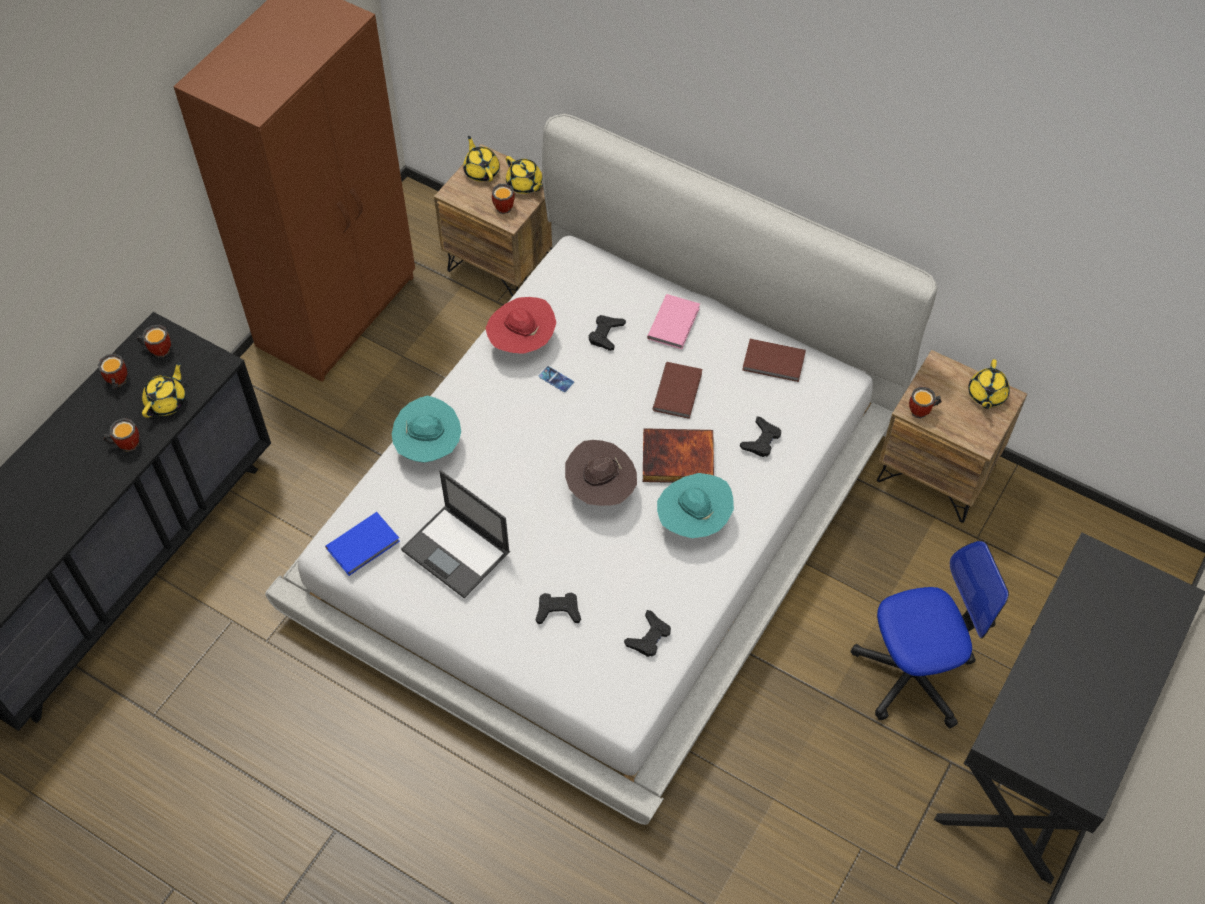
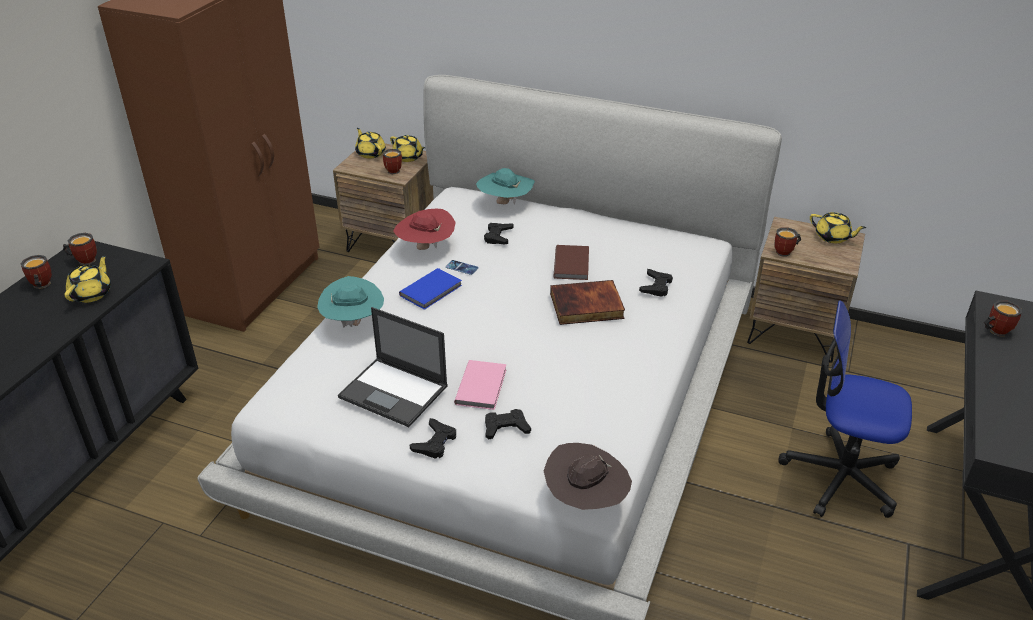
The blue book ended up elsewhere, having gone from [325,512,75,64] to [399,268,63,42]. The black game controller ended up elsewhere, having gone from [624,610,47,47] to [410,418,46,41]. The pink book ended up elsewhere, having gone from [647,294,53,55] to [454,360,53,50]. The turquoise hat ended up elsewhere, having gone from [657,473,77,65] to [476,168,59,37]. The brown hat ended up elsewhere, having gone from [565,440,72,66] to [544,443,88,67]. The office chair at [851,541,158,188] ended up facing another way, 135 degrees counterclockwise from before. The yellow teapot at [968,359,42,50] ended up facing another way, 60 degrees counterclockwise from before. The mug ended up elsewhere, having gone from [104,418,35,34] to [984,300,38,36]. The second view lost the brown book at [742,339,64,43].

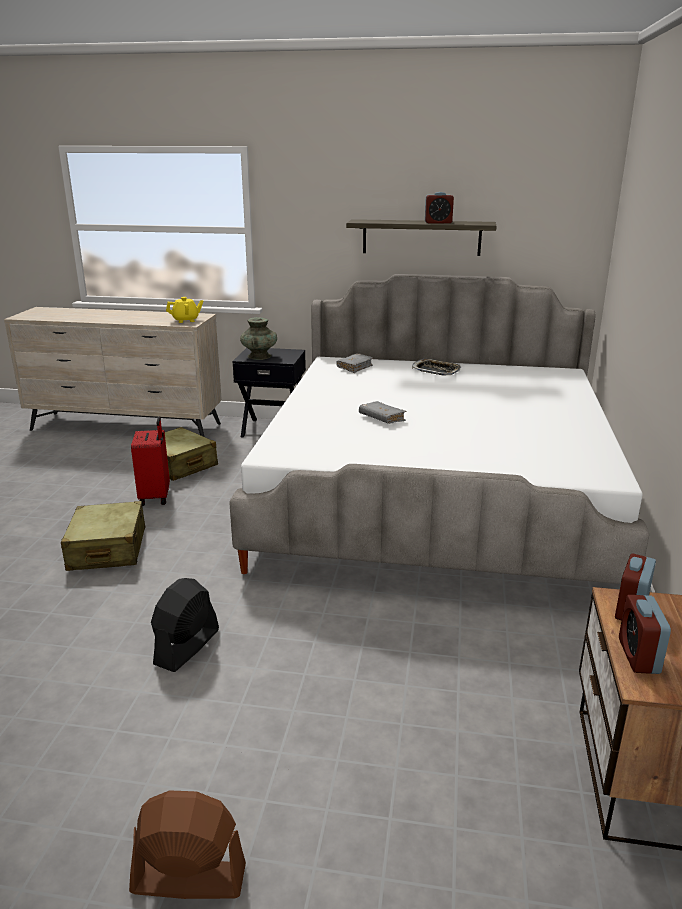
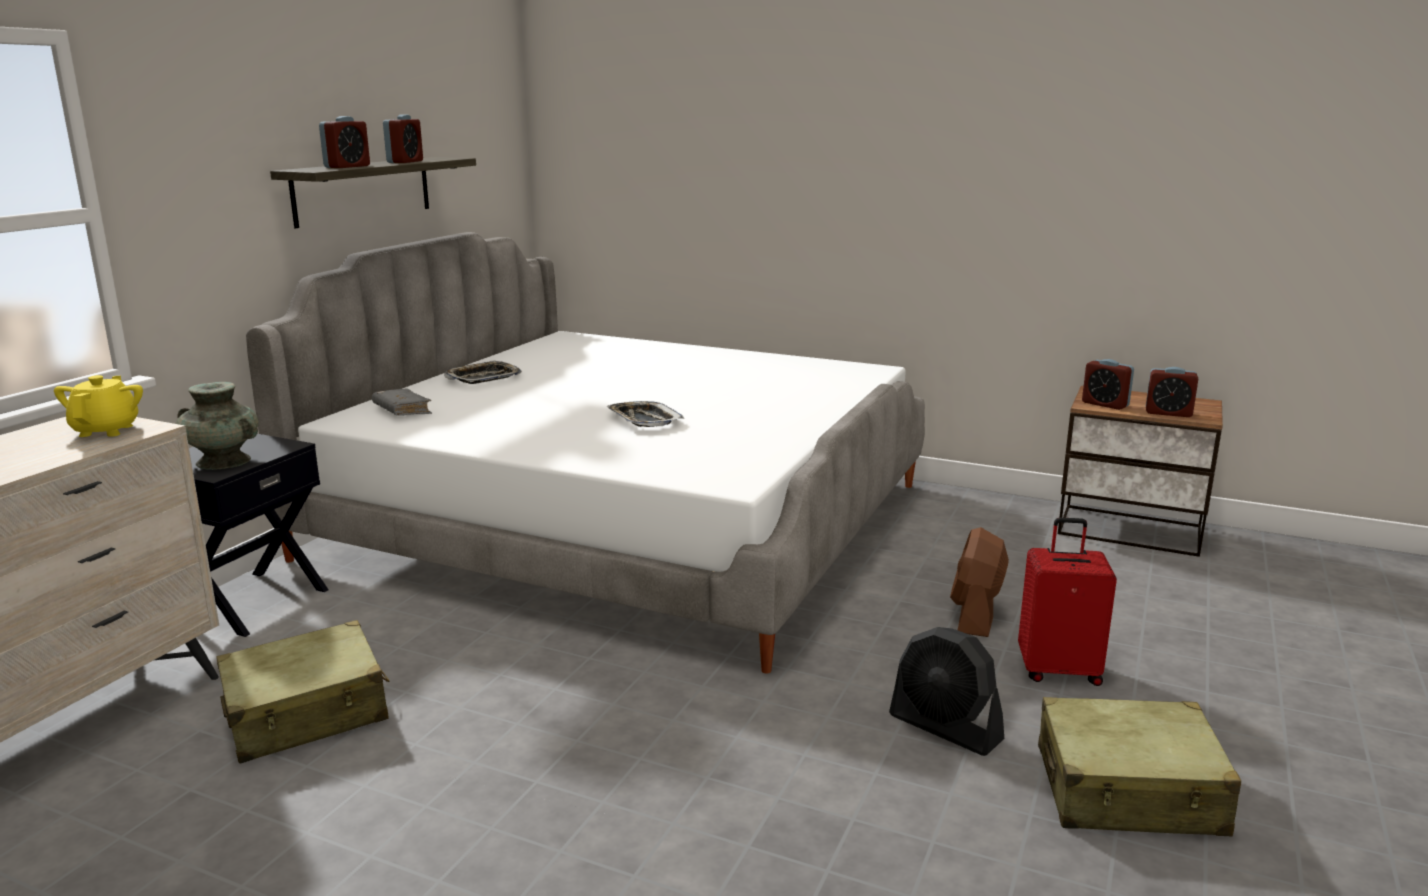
The second view gained the alarm clock at [319,116,51,52]. Where the grey book stood at [359,401,48,23], the tray came to stand at [607,401,77,26]. The brown fan ended up elsewhere, having gone from [129,790,117,109] to [950,527,59,110]. The red suitcase ended up elsewhere, having gone from [131,416,39,90] to [1018,517,99,169]. The beige suitcase ended up elsewhere, having gone from [61,501,84,70] to [1038,697,203,139].

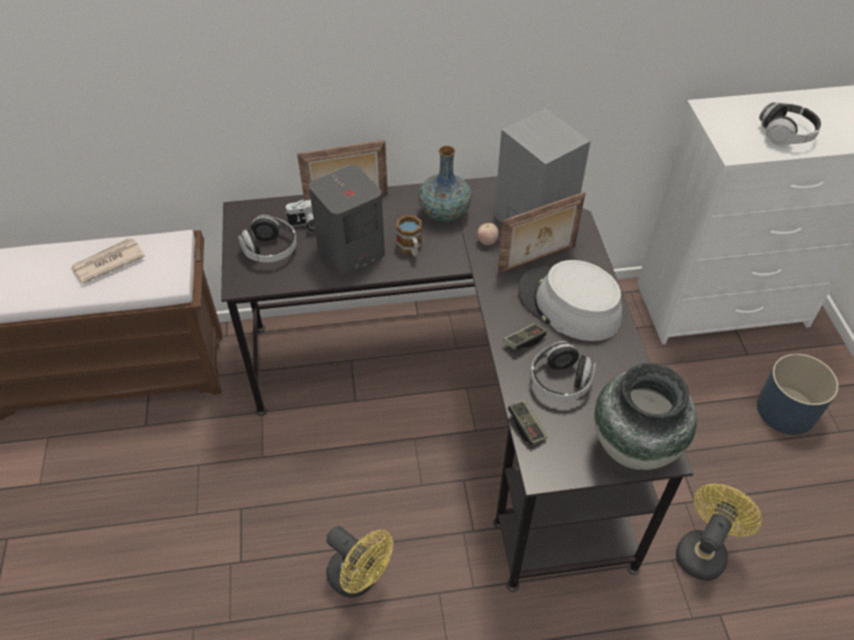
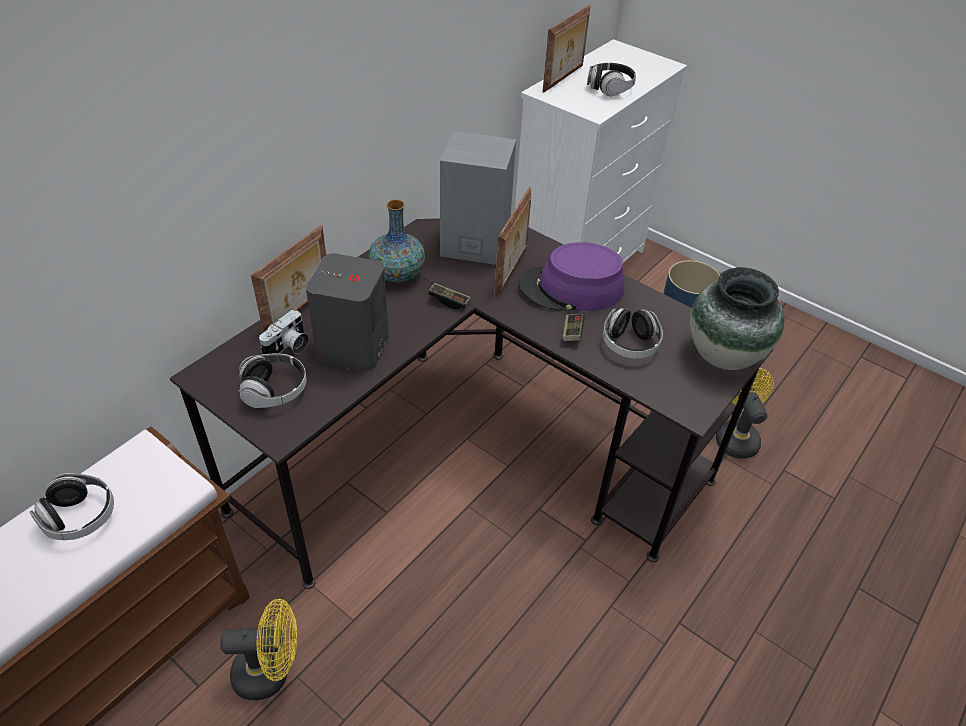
Where the newspaper stood at [70,238,75,46], the headphones came to stand at [29,473,85,67]. The yellow fan ended up elsewhere, having gone from [326,526,67,72] to [220,599,77,101]. The game controller ended up elsewhere, having gone from [508,400,40,45] to [428,283,43,26]. What was the grey hat at [518,260,104,81] turned into the purple hat at [518,242,106,69]. The second view gained the picture frame at [542,5,49,88]. The second view lost the mug at [396,215,26,42]. The second view lost the apple at [477,223,22,23].

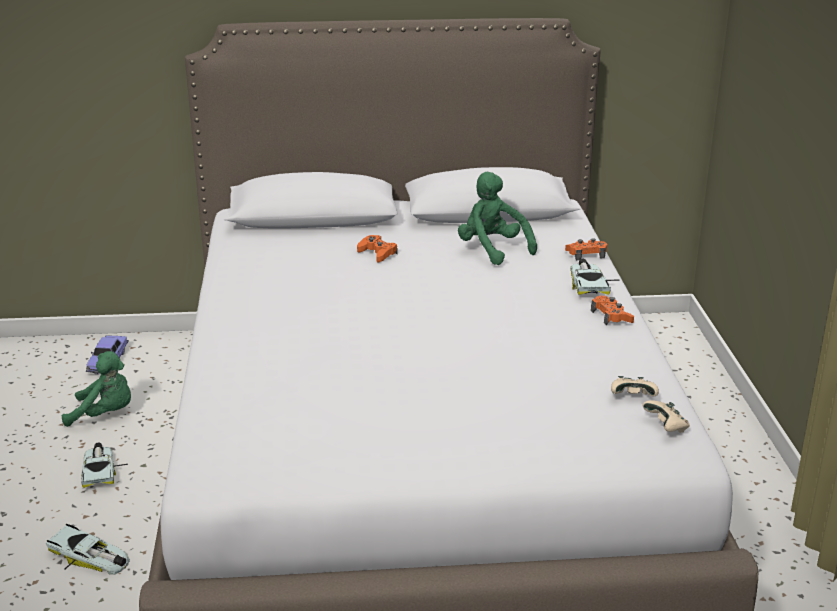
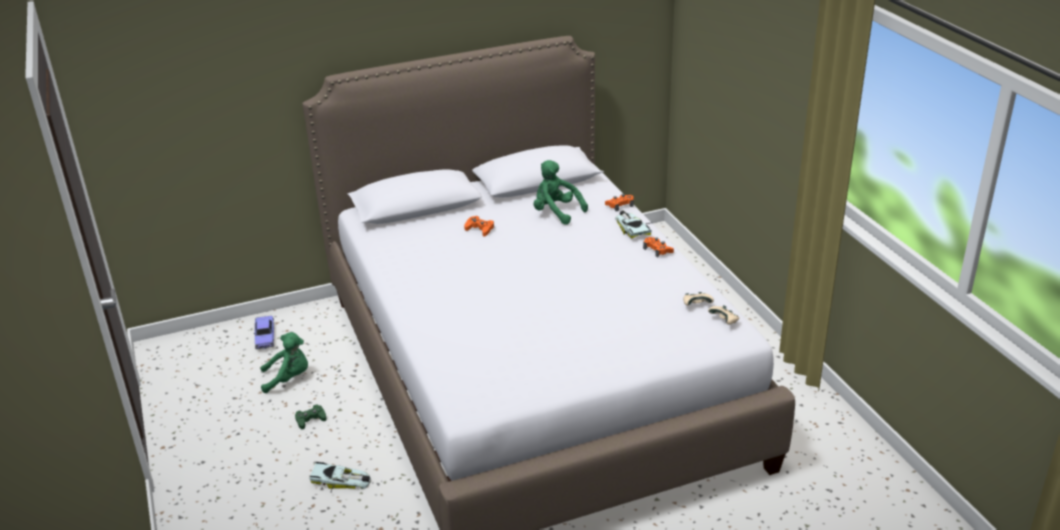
Where the toy car stood at [81,442,47,46], the green game controller came to stand at [295,404,32,25].

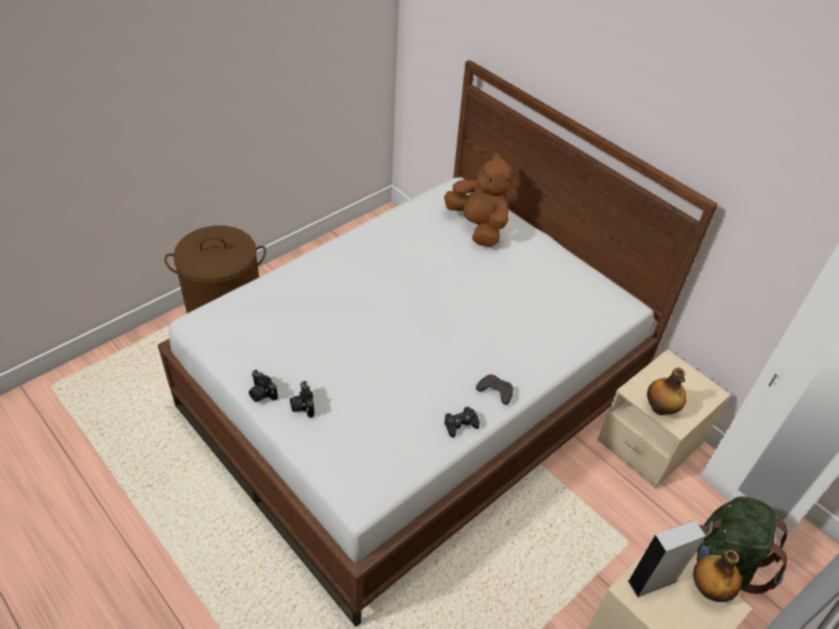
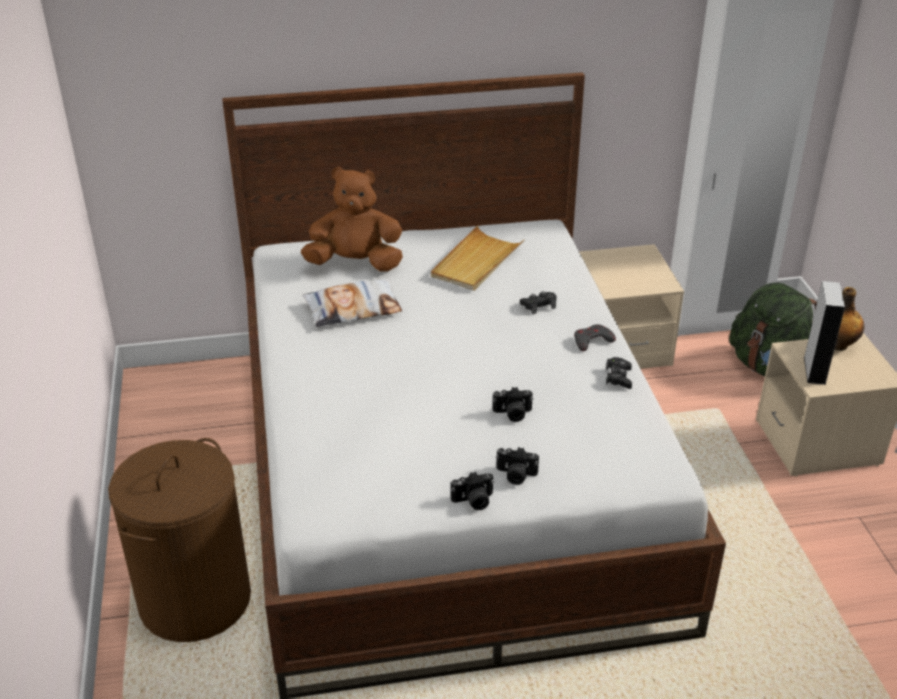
The second view gained the pillow at [302,279,100,48]. The second view gained the beige tray at [431,226,94,65]. The second view gained the photo camera at [493,387,40,35]. The second view gained the black game controller at [520,291,37,23]. The second view lost the bottle at [647,368,40,47].

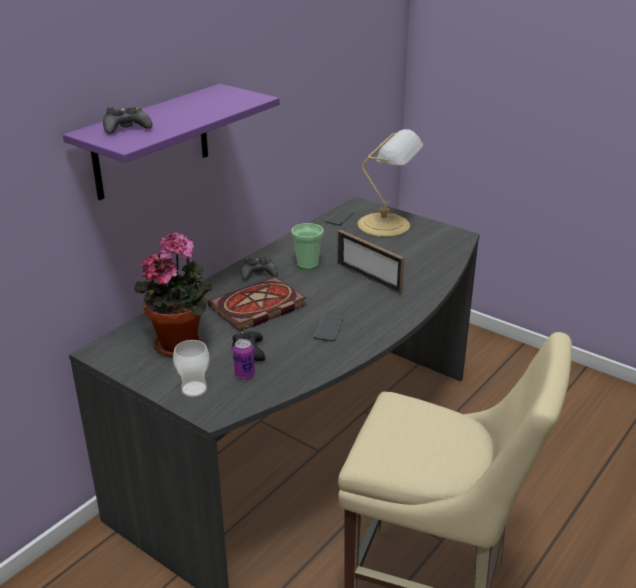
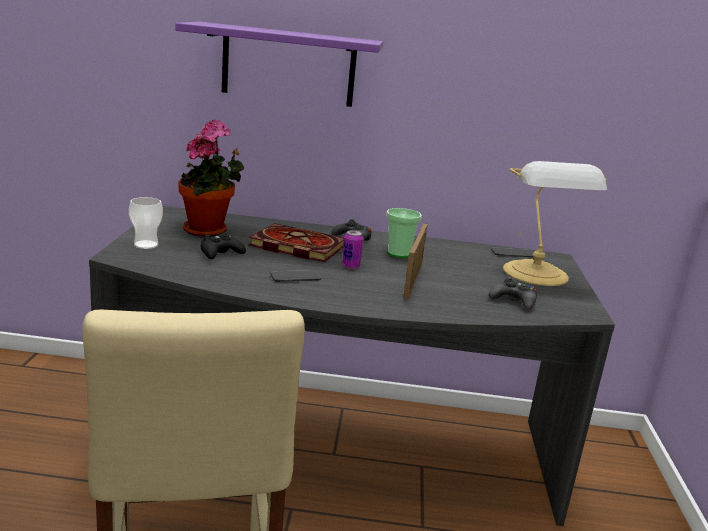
The can ended up elsewhere, having gone from [233,339,22,40] to [342,230,22,39]. The black game controller ended up elsewhere, having gone from [103,107,49,27] to [489,277,48,33].

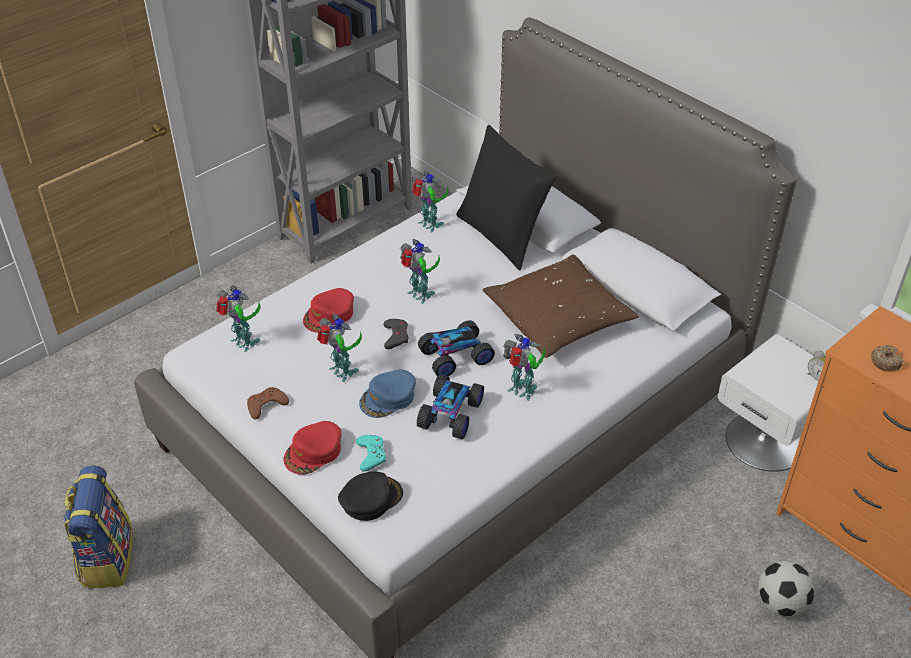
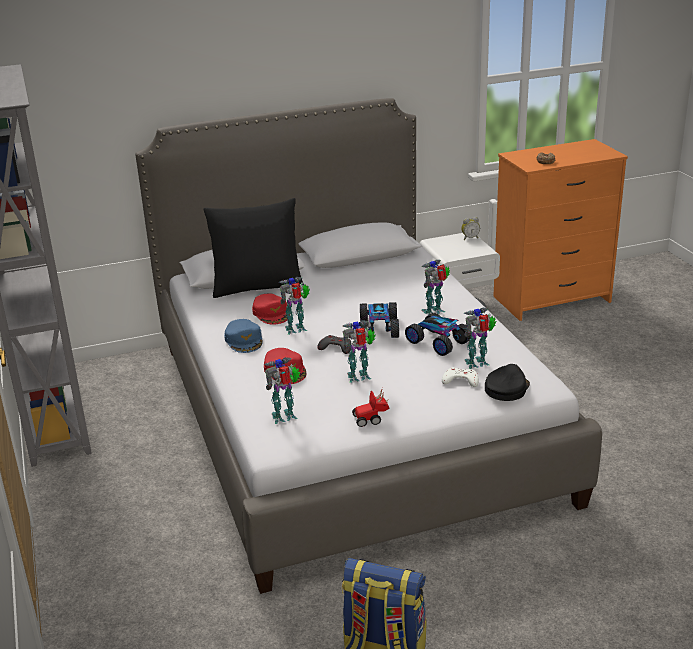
The blue cap ended up elsewhere, having gone from [359,370,57,48] to [224,319,39,34]. The red cap ended up elsewhere, having gone from [283,421,59,54] to [252,293,38,32]. Where the brown game controller stood at [247,387,42,32], the toy car came to stand at [352,388,37,39]. What was the turquoise game controller at [356,435,30,37] turned into the white game controller at [442,367,37,20]. The toy robot ended up elsewhere, having gone from [412,171,37,61] to [464,307,32,62]. The black cap at [338,471,65,50] ended up facing another way, 45 degrees clockwise from before. The second view lost the brown pillow at [482,255,157,103]. The second view lost the football at [758,561,56,56].

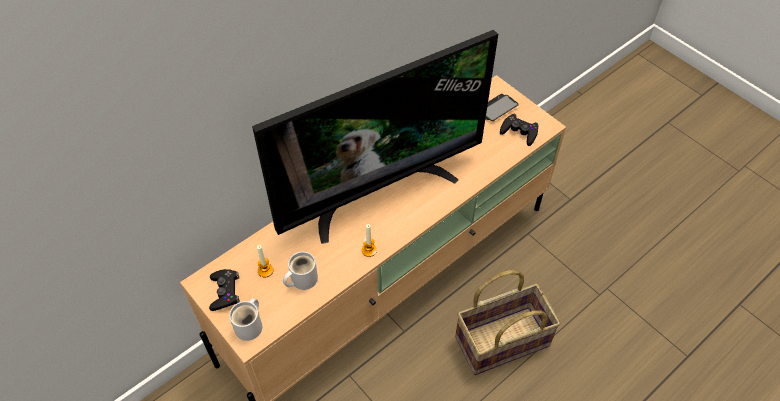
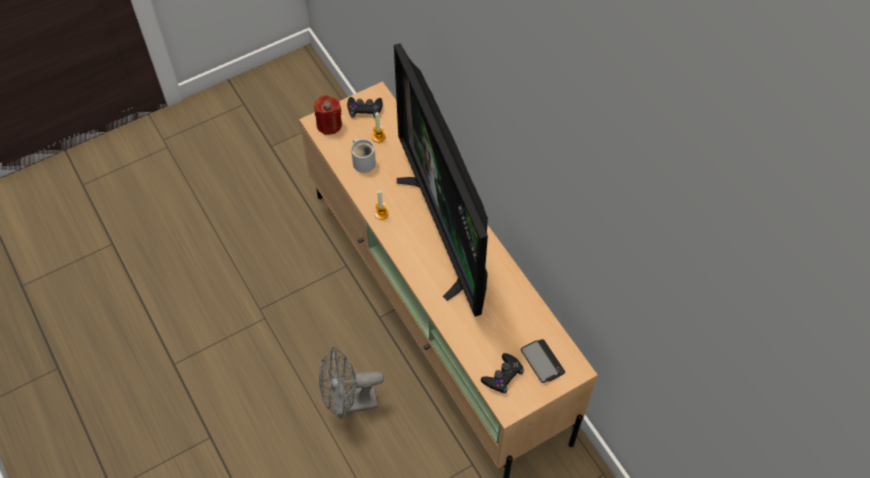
Where the white mug stood at [229,298,33,43], the red candle came to stand at [314,95,28,40]. Where the basket stood at [455,270,106,105], the grey fan came to stand at [319,347,65,72].

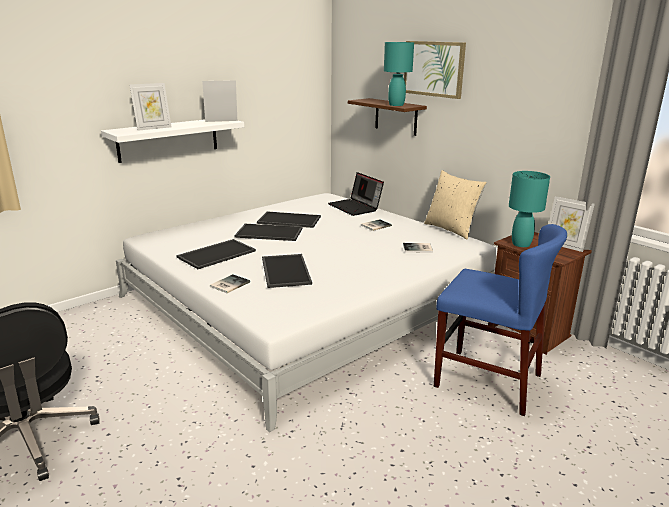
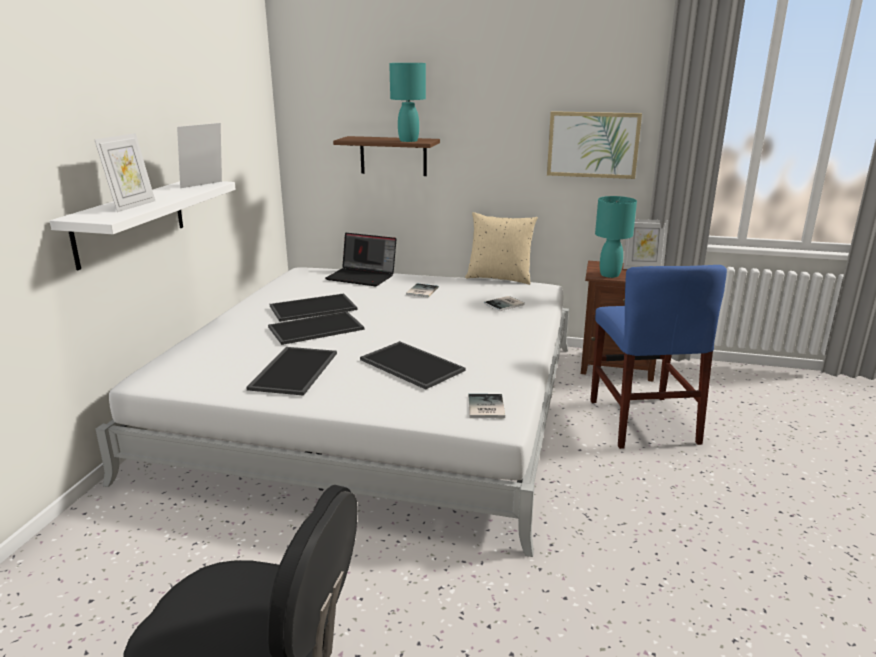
The book ended up elsewhere, having gone from [210,274,40,19] to [468,394,37,24]. The picture ended up elsewhere, having gone from [404,41,62,58] to [547,111,95,68]. The blue chair at [434,224,133,192] ended up facing another way, 90 degrees clockwise from before.

